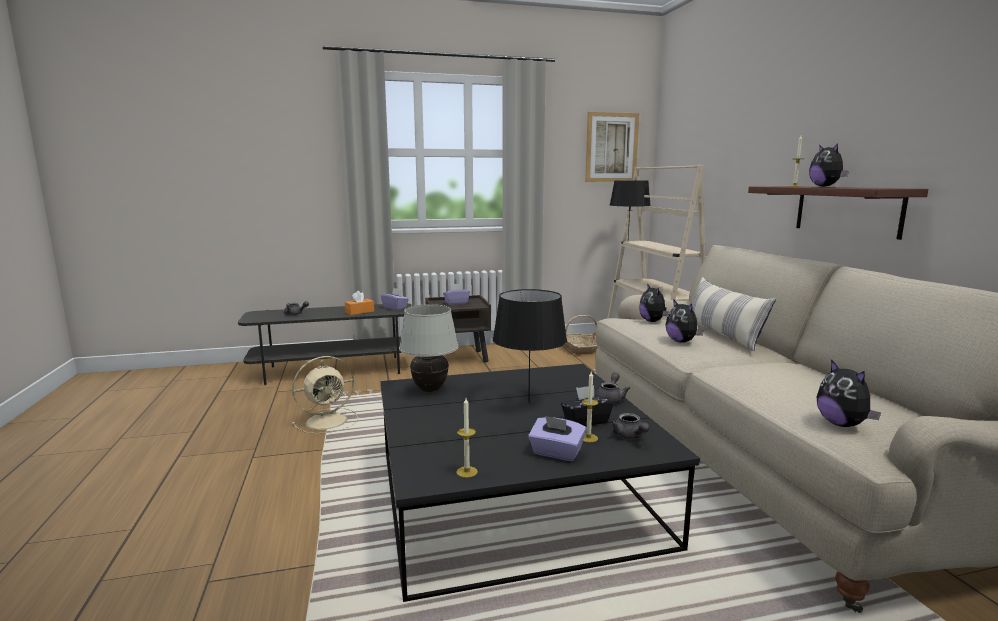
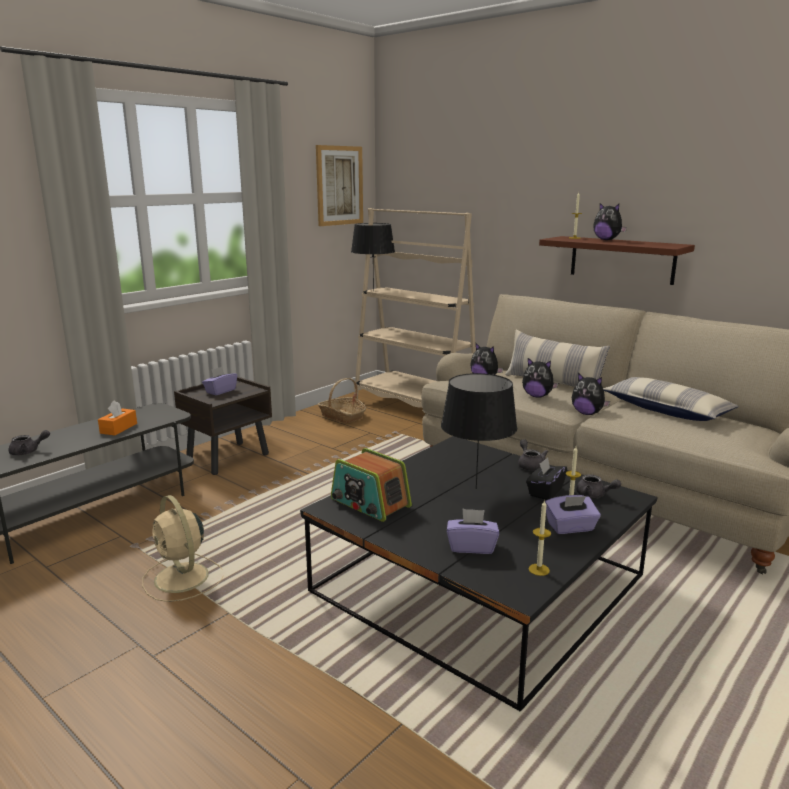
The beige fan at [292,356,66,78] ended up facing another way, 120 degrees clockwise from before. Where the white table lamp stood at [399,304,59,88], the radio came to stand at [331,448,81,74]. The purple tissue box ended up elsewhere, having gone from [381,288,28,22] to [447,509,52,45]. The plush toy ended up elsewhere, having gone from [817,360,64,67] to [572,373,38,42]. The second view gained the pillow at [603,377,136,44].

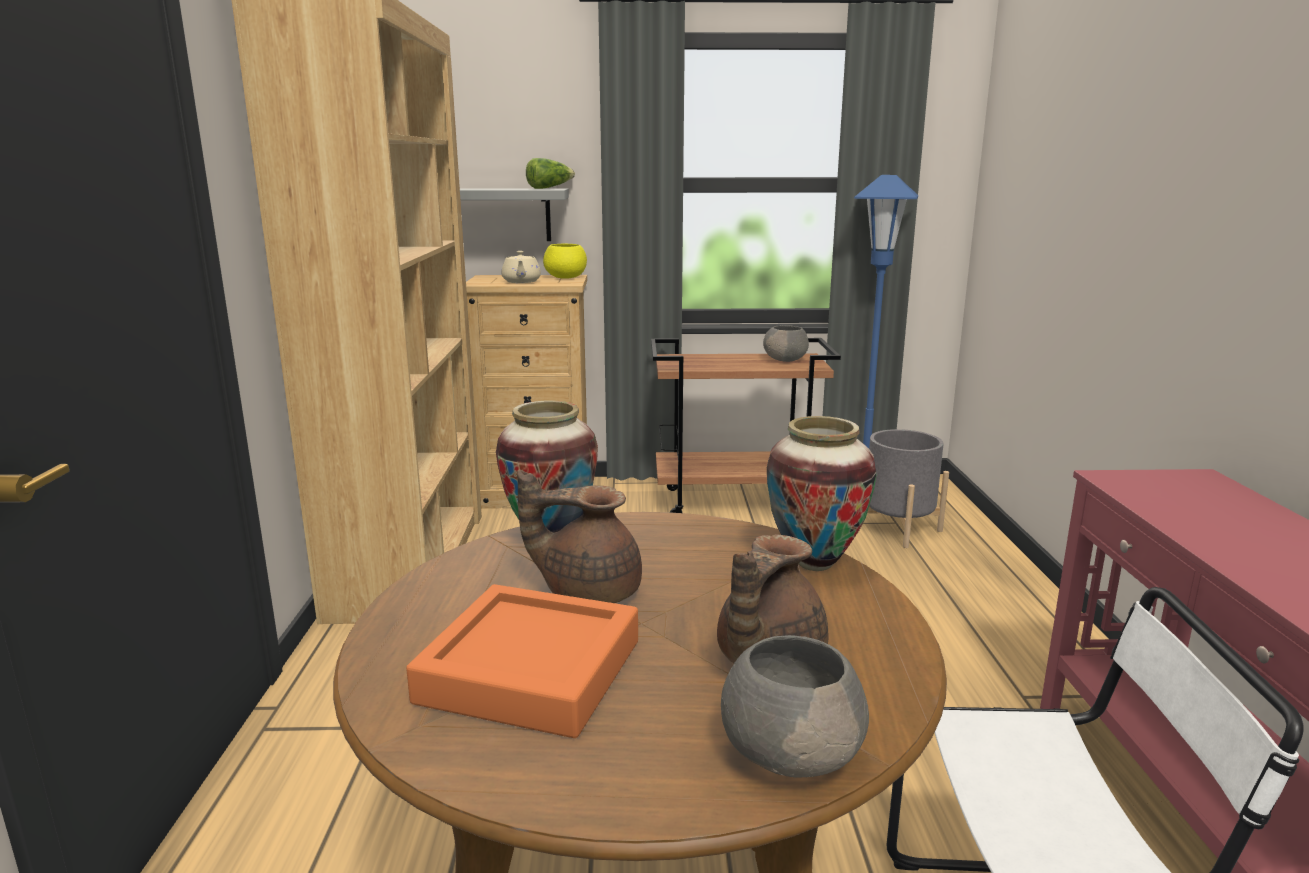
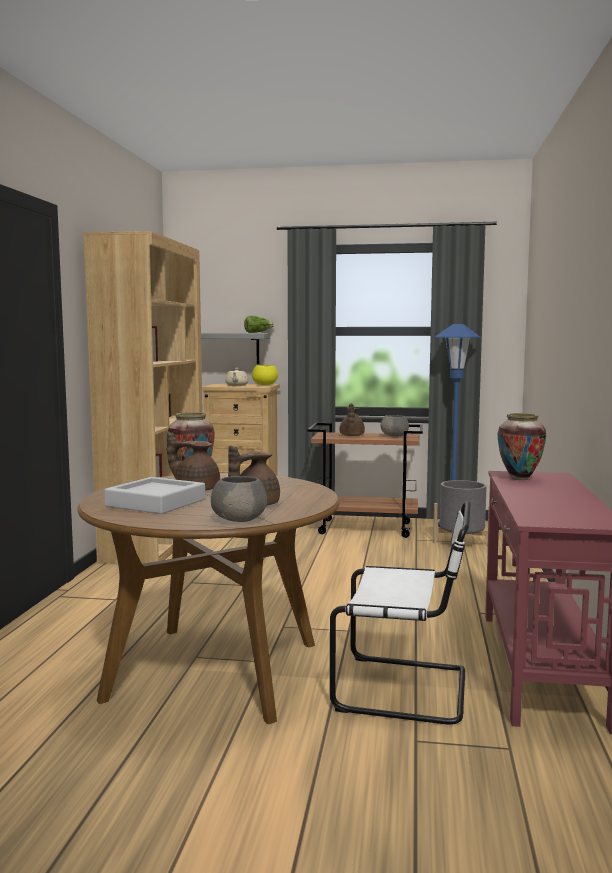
What was the orange tray at [406,584,232,154] turned into the grey tray at [104,477,101,37]. The second view gained the brown teapot at [339,403,26,33]. The vase ended up elsewhere, having gone from [767,416,109,155] to [498,413,48,67].

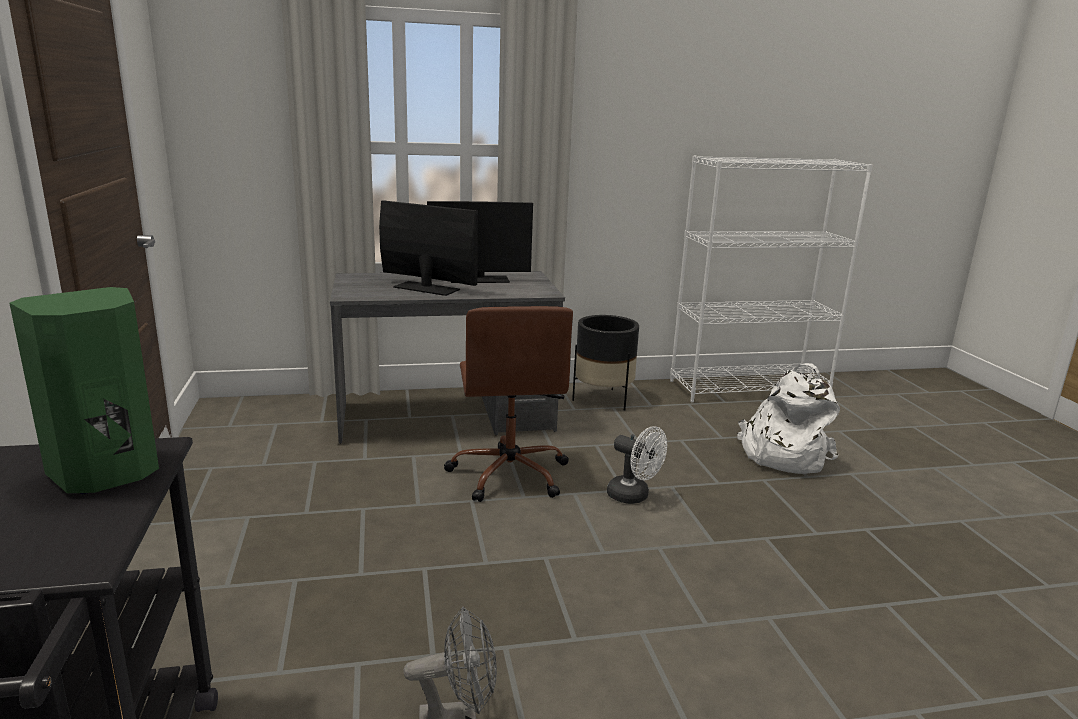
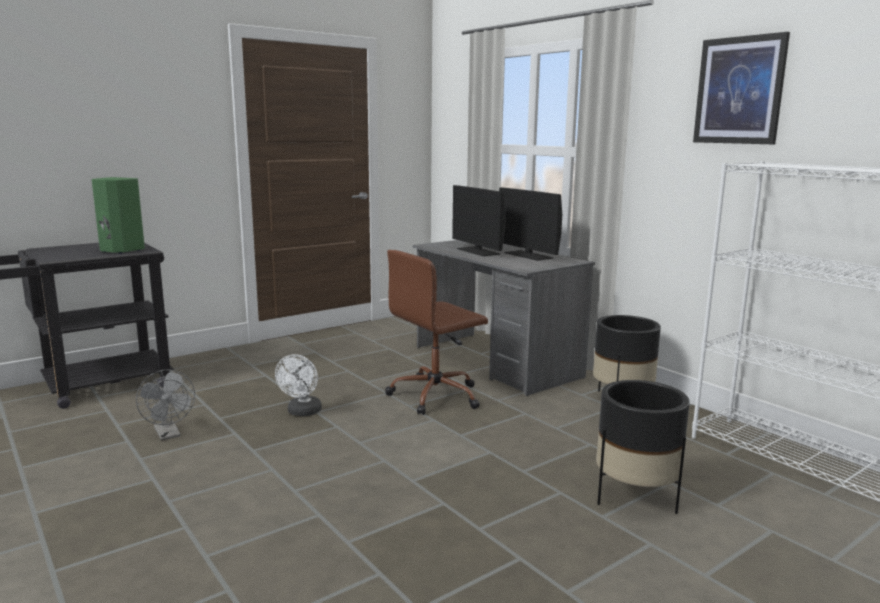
The white fan ended up elsewhere, having gone from [607,426,60,78] to [275,354,47,62]. The monitor at [379,200,99,96] ended up facing another way, 150 degrees clockwise from before. Where the white backpack stood at [737,363,103,111], the black planter came to stand at [596,380,94,134]. The second view gained the picture at [693,32,97,112].

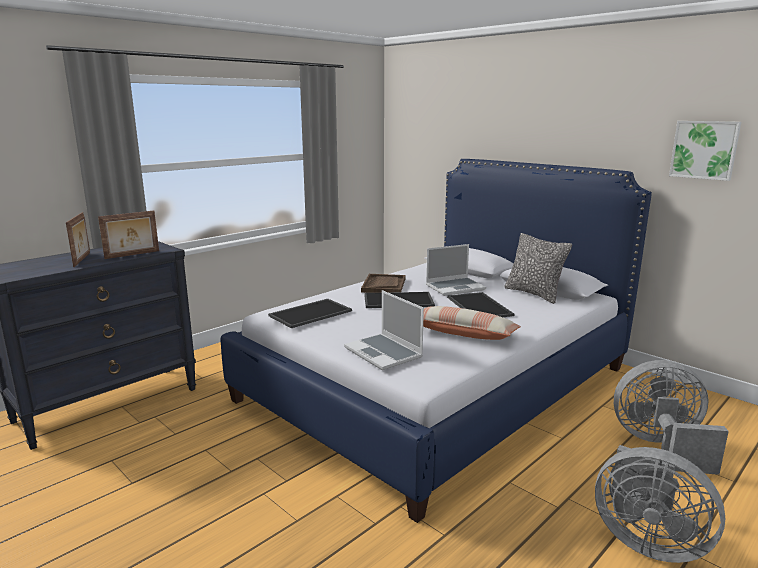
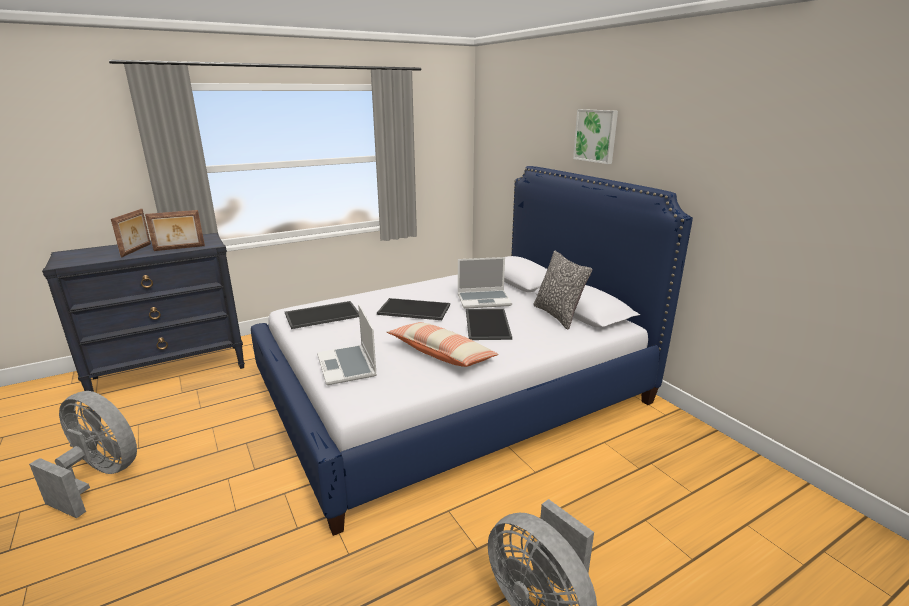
The grey fan ended up elsewhere, having gone from [614,360,115,115] to [29,391,108,127]. The picture ended up elsewhere, having gone from [669,121,72,60] to [573,109,45,55]. The second view lost the brown tray at [361,274,44,19].

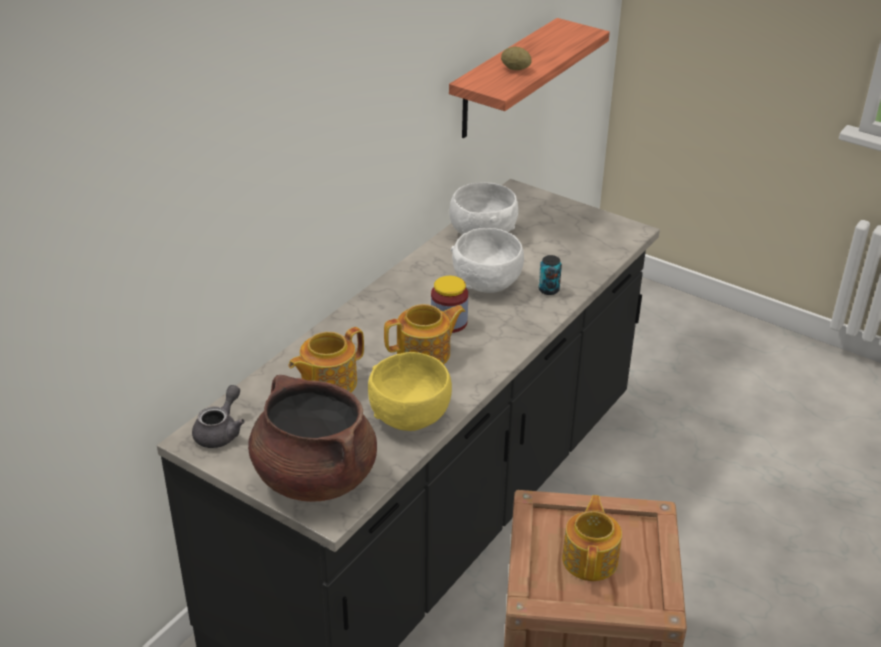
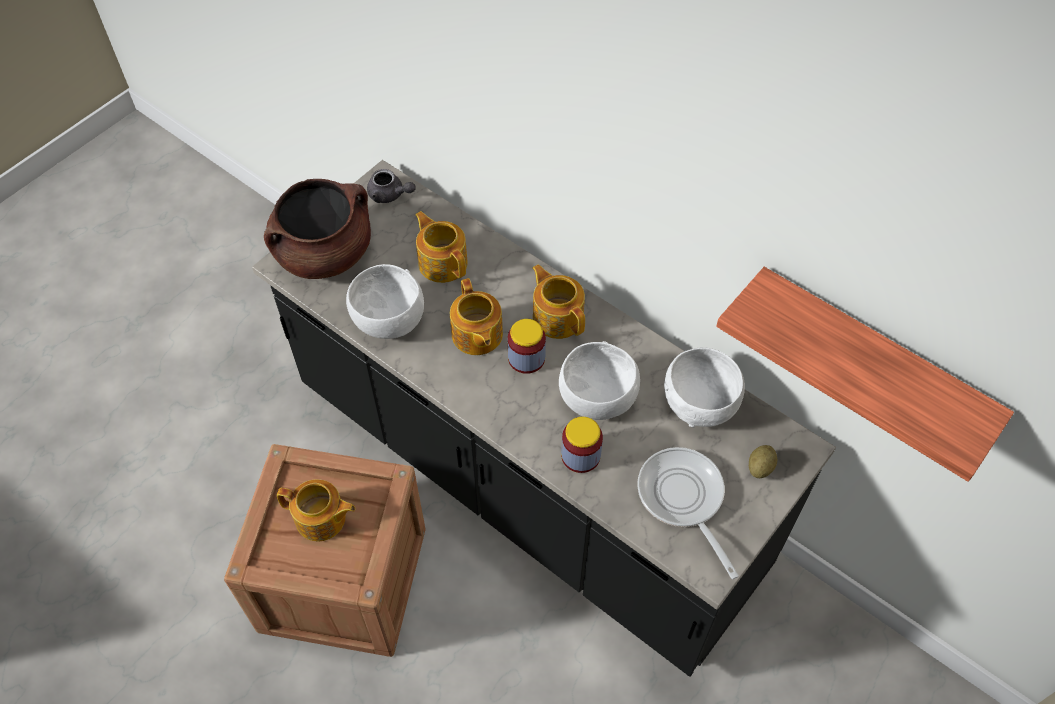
What was the yellow bowl at [368,352,84,79] turned into the white bowl at [346,264,78,75]. The second view gained the teapot at [532,264,53,75]. Where the can stood at [539,255,23,40], the jar came to stand at [561,417,42,56]. The second view gained the frying pan at [637,447,102,132]. The potato ended up elsewhere, having gone from [501,46,31,24] to [749,445,28,33].

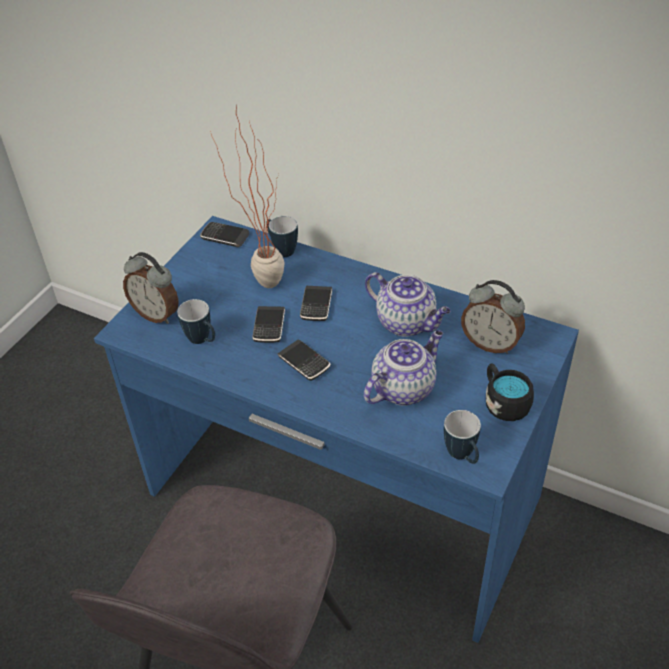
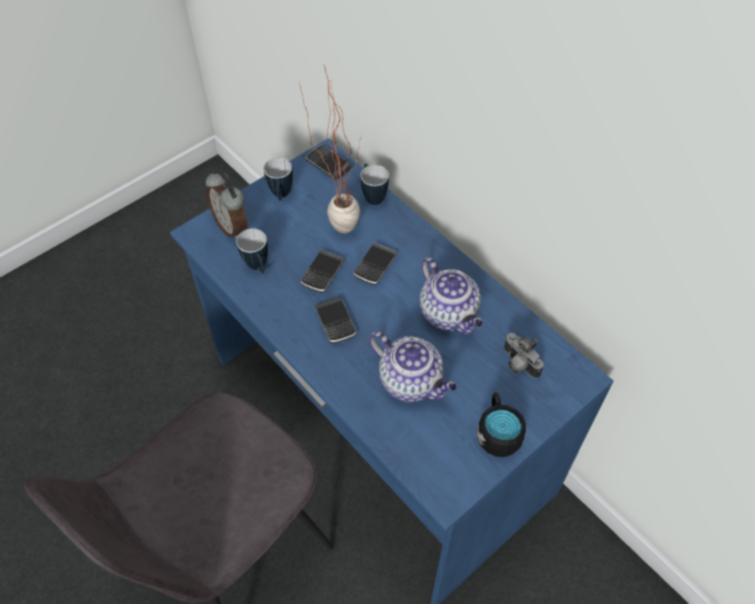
The mug ended up elsewhere, having gone from [444,410,37,54] to [264,157,29,44]. The teapot at [364,330,79,76] ended up facing another way, 60 degrees clockwise from before. Where the alarm clock stood at [461,280,64,74], the photo camera came to stand at [504,333,40,46].

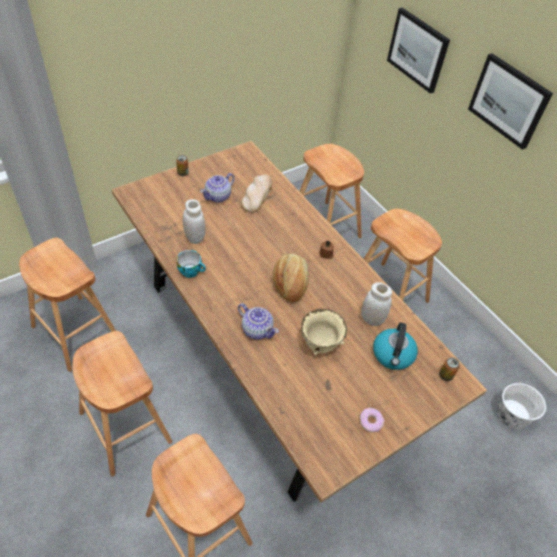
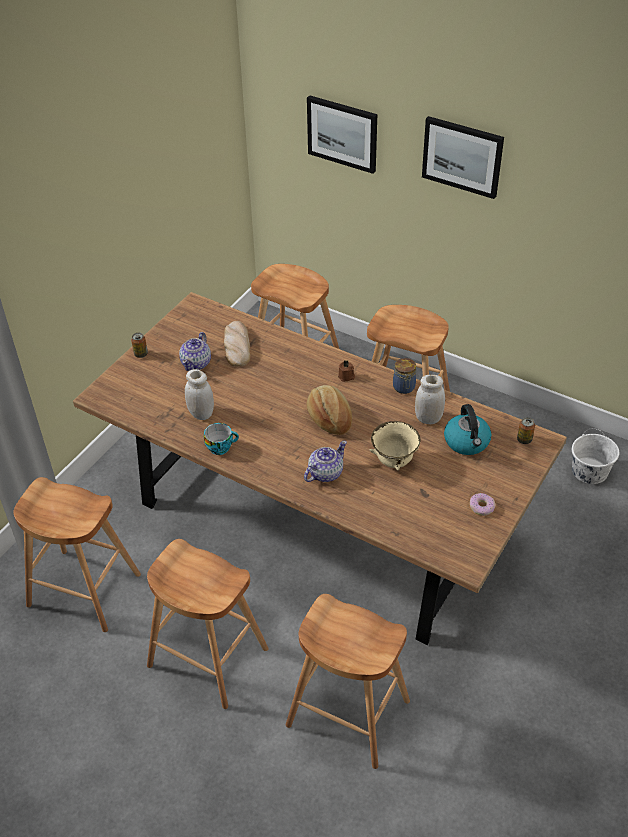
The teapot at [238,303,41,37] ended up facing another way, 60 degrees counterclockwise from before. The second view gained the jar at [393,358,23,36].

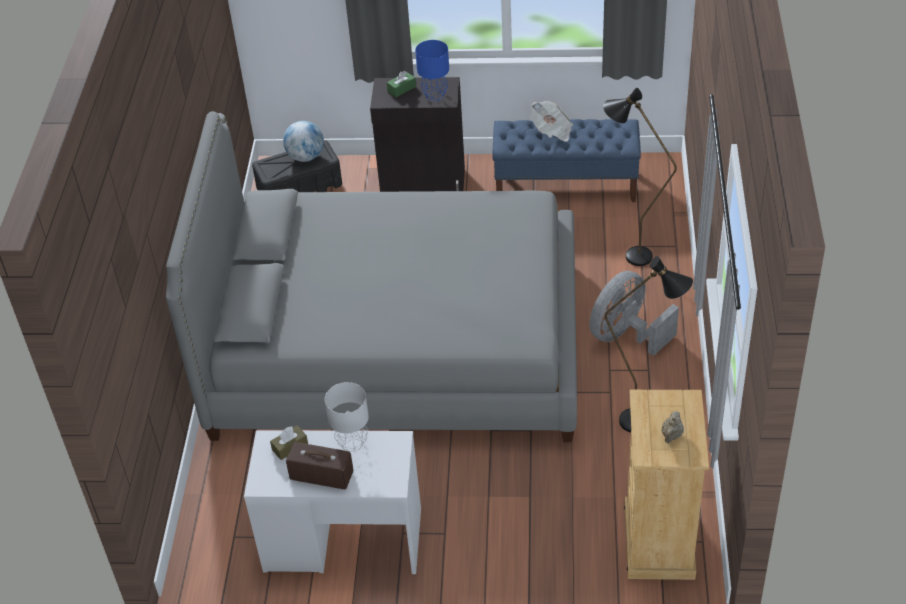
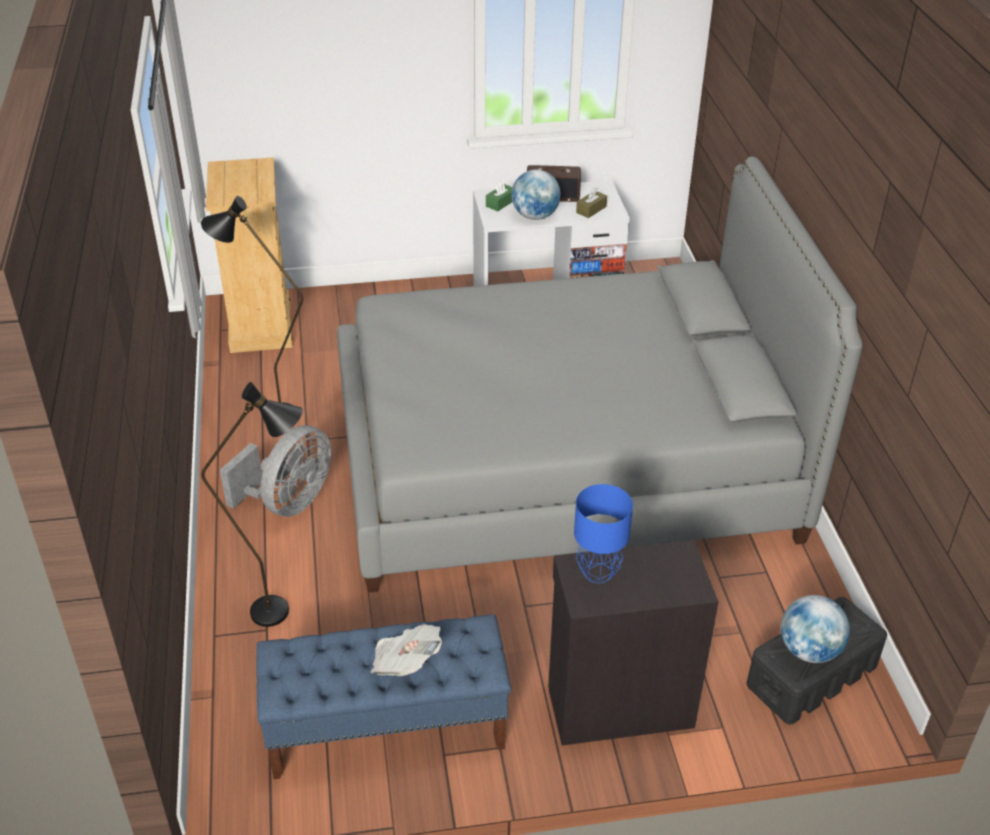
The green tissue box ended up elsewhere, having gone from [387,71,29,26] to [486,180,27,31]. Where the grey table lamp stood at [325,382,44,70], the globe came to stand at [511,170,50,50]. The second view lost the beige teapot at [661,411,23,32].

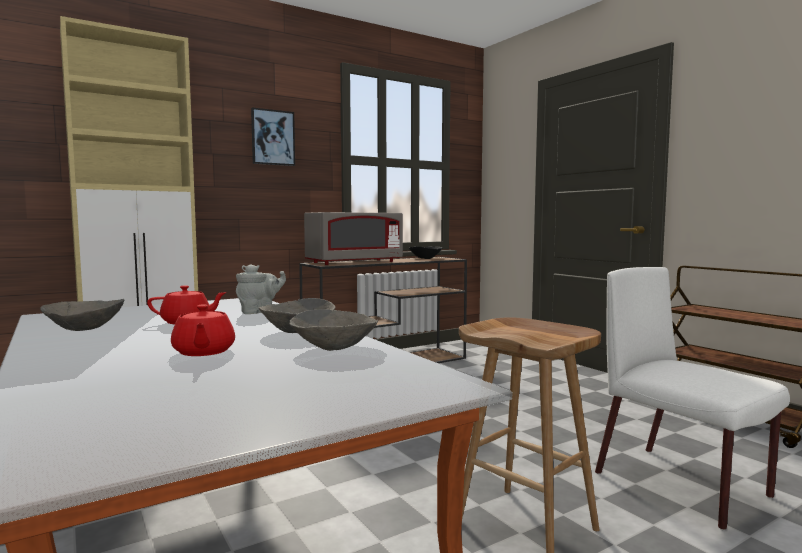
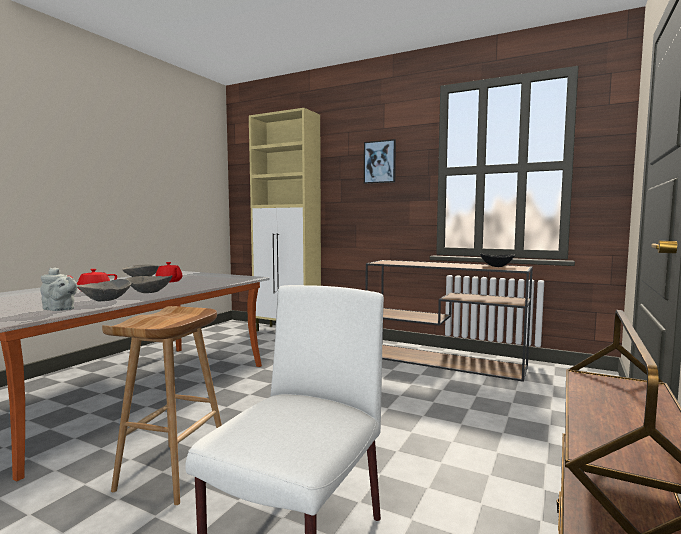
The grey teapot ended up elsewhere, having gone from [236,264,50,50] to [40,267,38,44]. The second view lost the grey microwave at [304,212,99,53].

